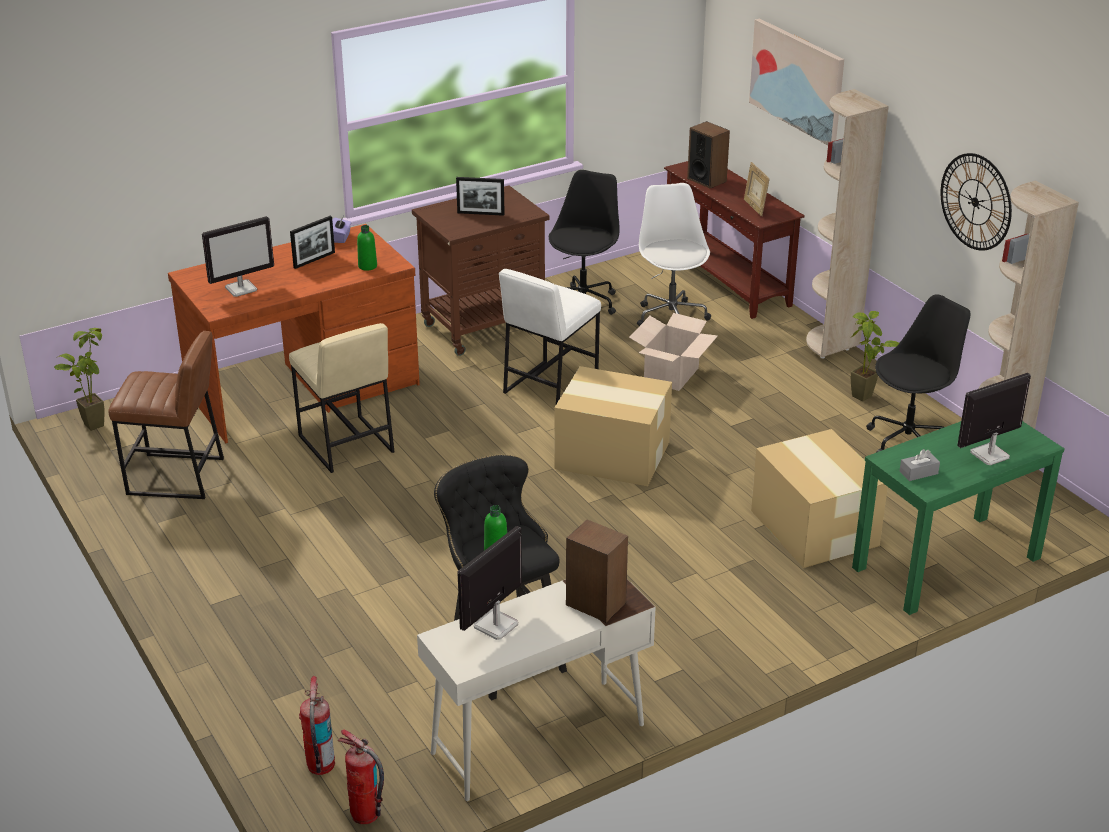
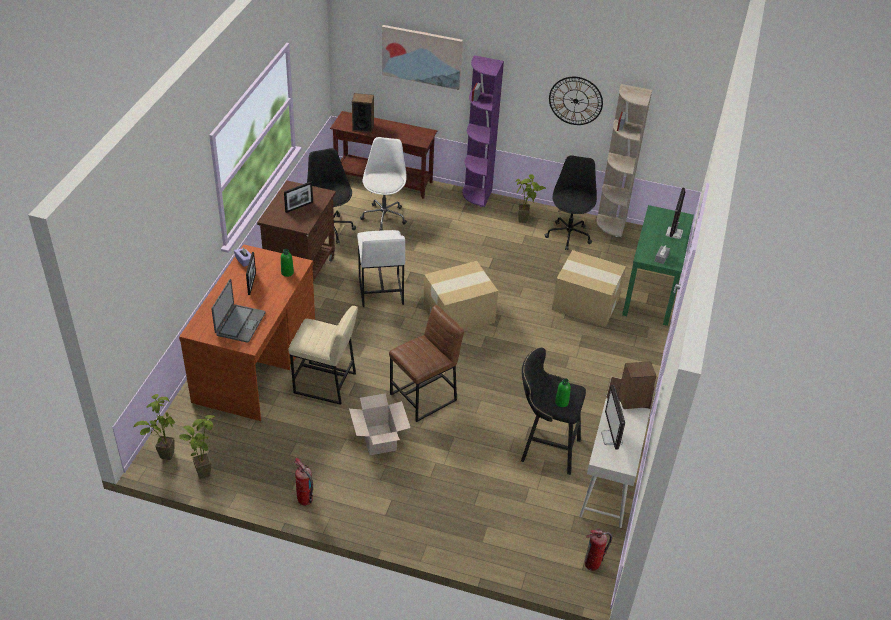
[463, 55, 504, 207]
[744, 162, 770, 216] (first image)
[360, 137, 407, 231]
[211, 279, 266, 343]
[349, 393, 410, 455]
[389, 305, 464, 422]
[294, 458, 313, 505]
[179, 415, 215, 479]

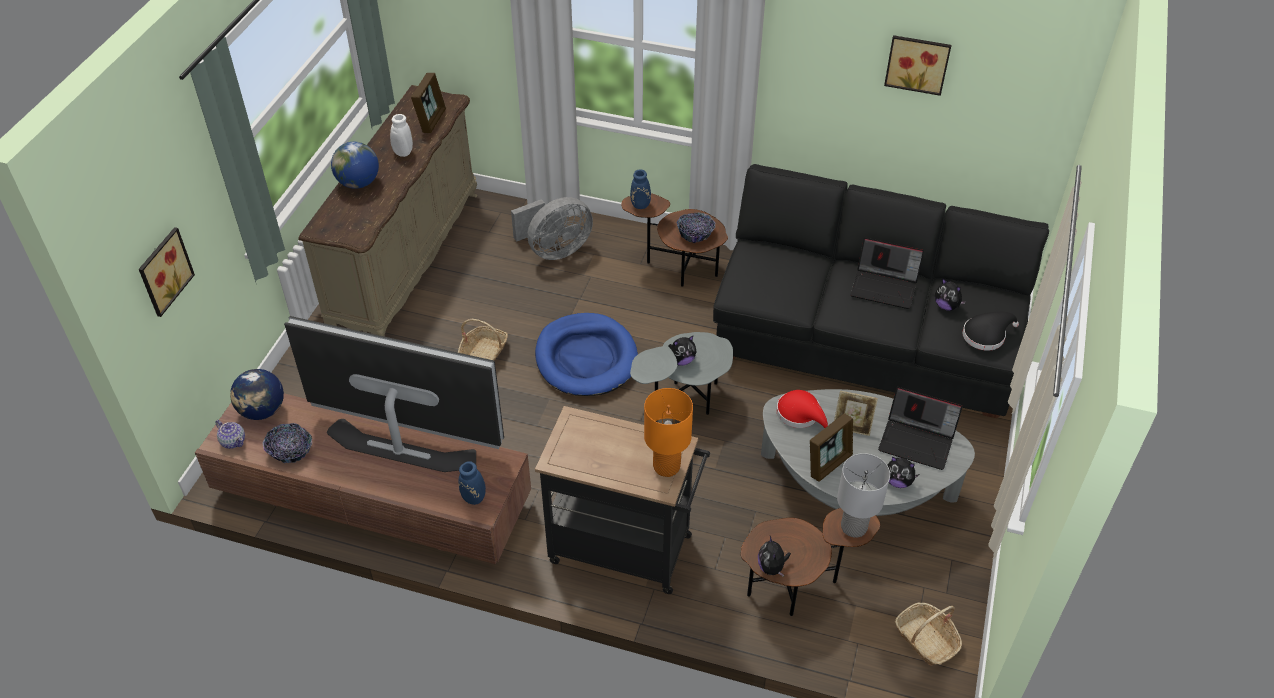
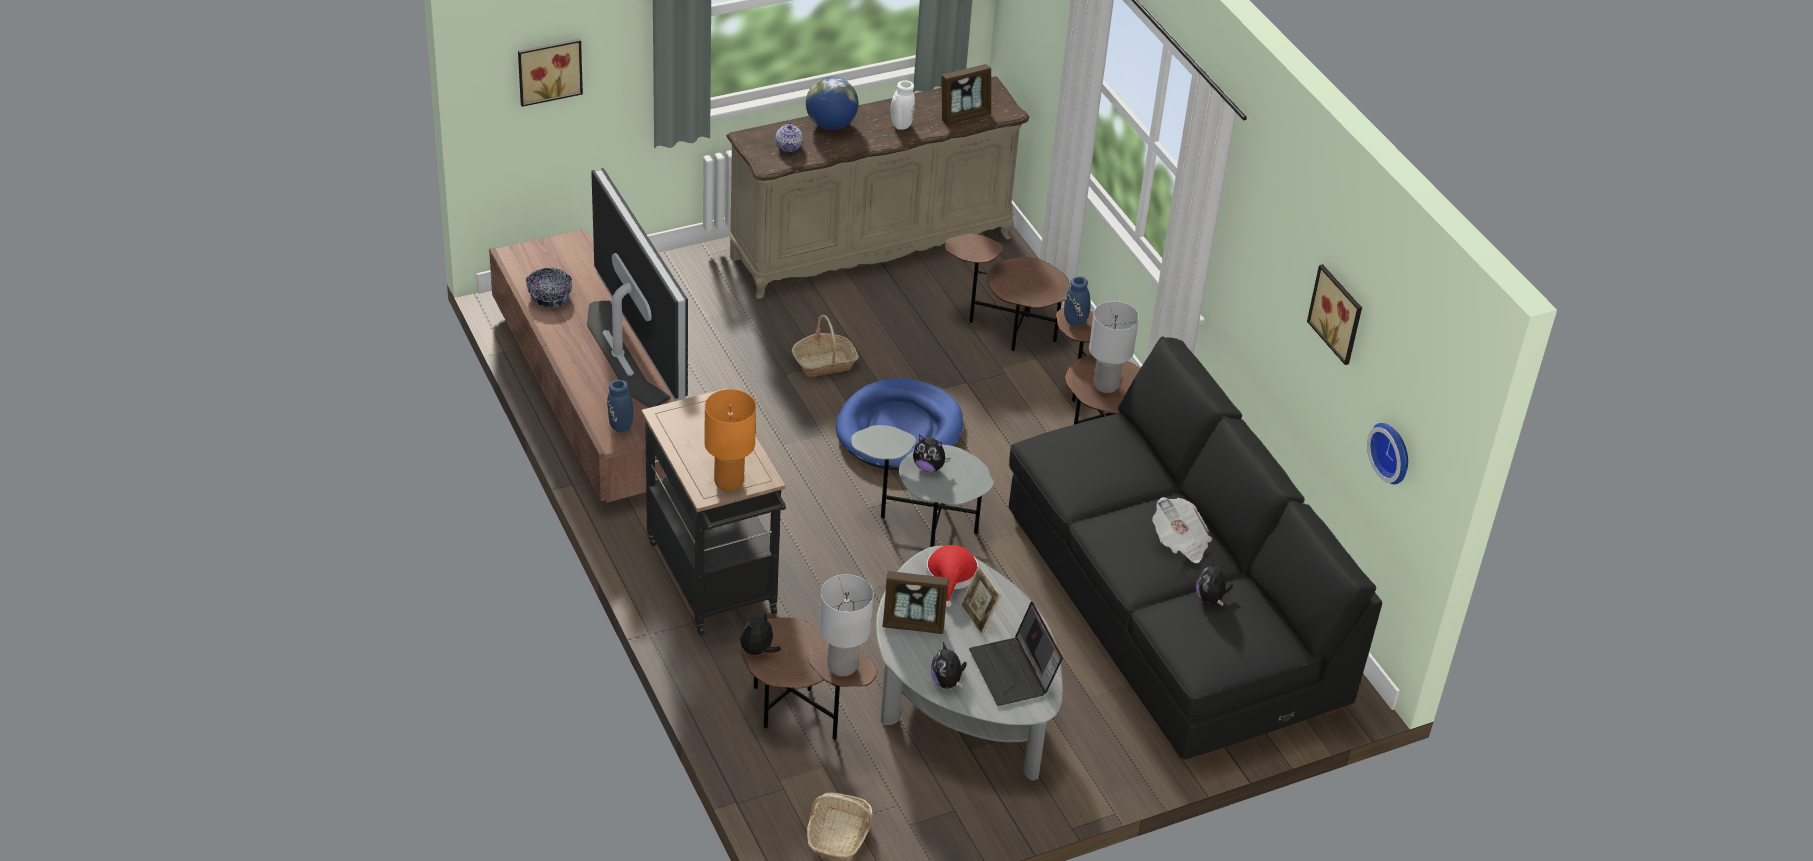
[945, 234, 1070, 351]
[1089, 301, 1139, 393]
[1152, 497, 1212, 563]
[962, 312, 1019, 351] (first image)
[230, 369, 284, 420] (first image)
[776, 119, 803, 152]
[1367, 423, 1408, 484]

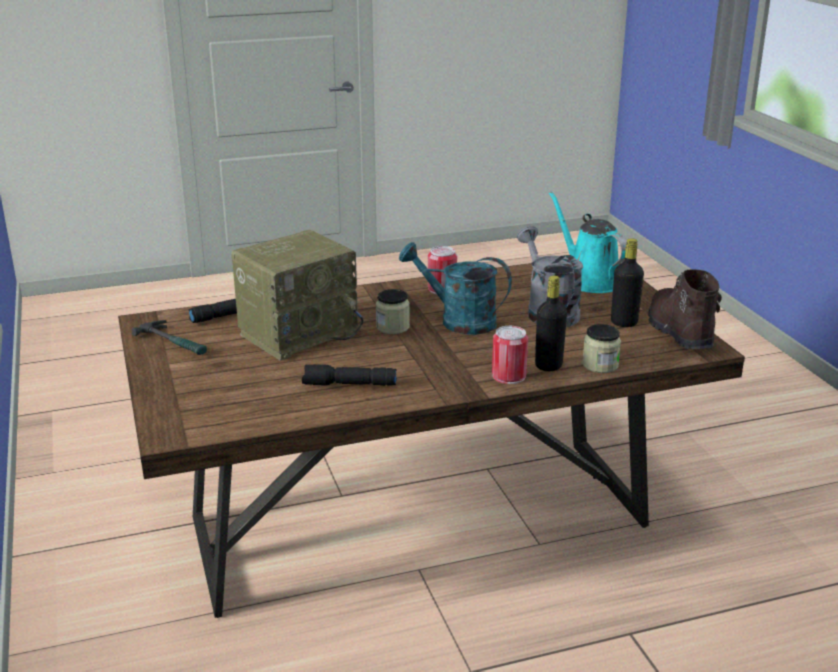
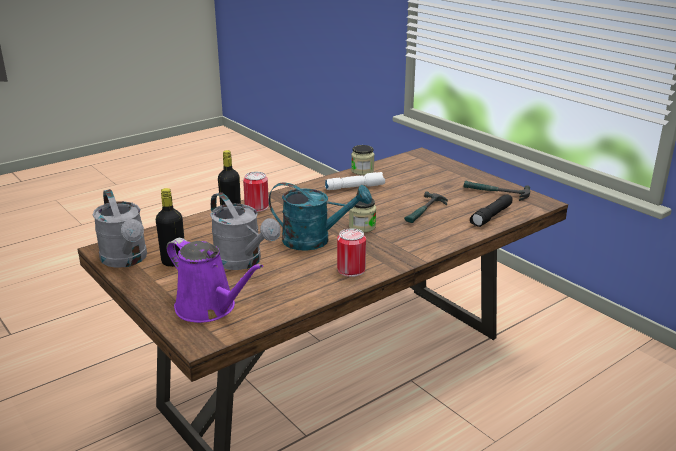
[167, 238, 263, 323]
[404, 191, 448, 223]
[93, 189, 147, 268]
[351, 145, 375, 175]
[325, 172, 385, 190]

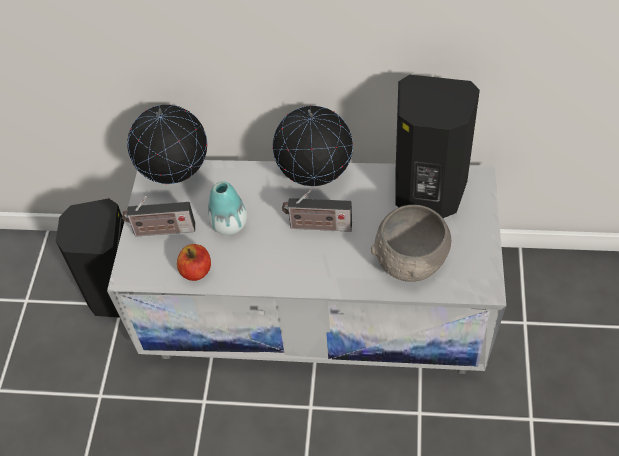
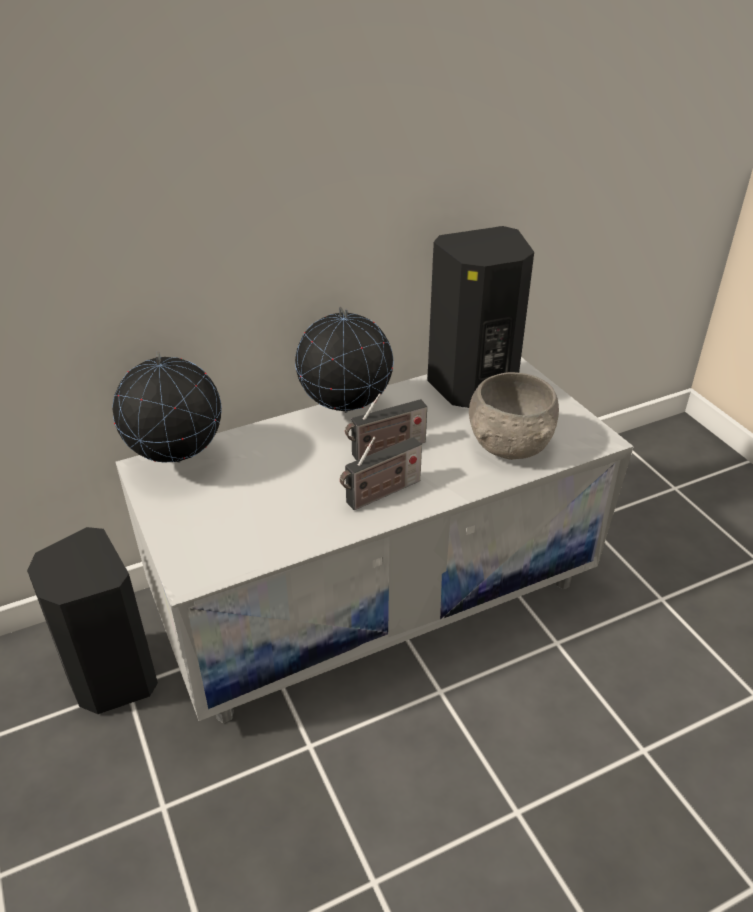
[208, 181, 247, 235] (first image)
[340, 437, 422, 510]
[177, 244, 211, 281] (first image)

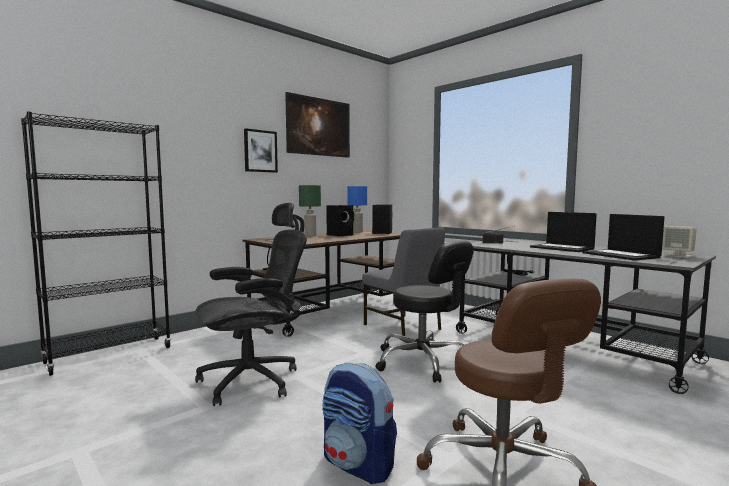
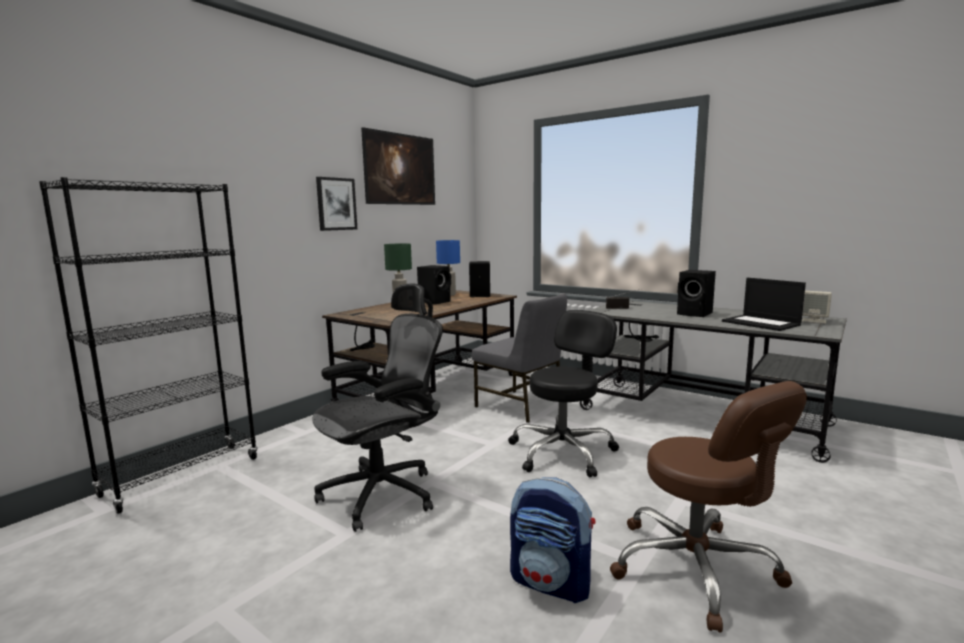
[677, 270, 716, 317]
[508, 310, 619, 477]

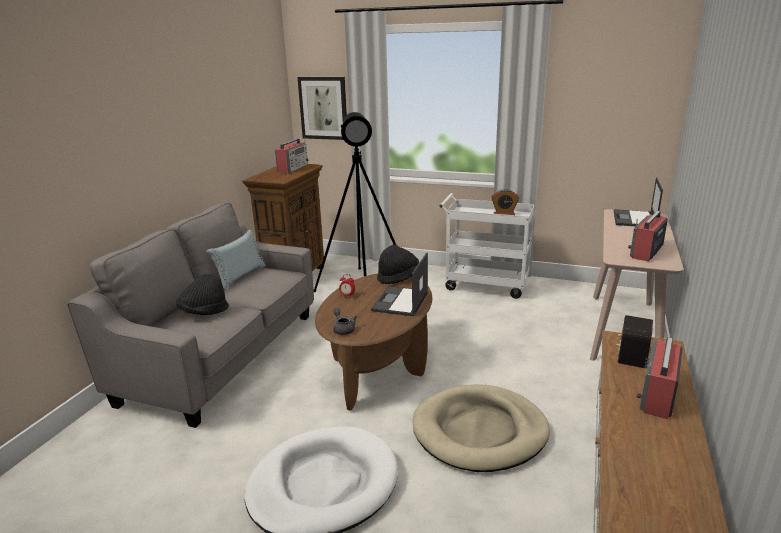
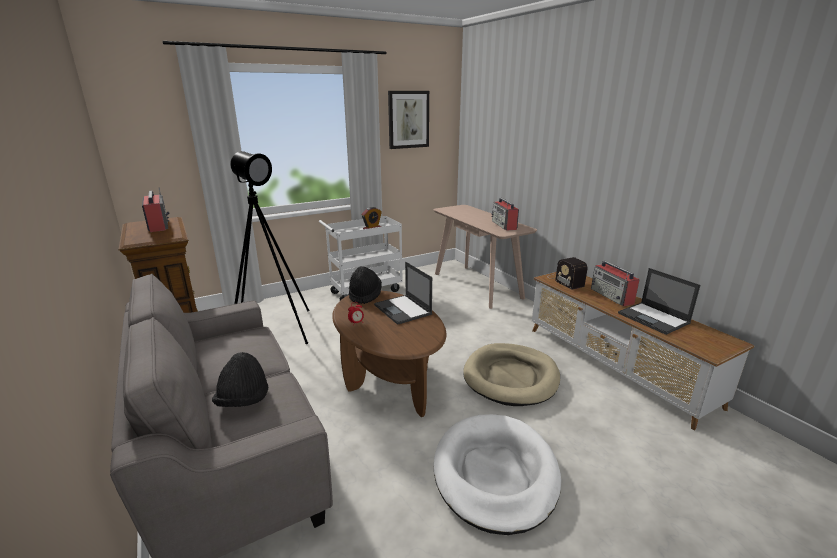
[388, 91, 429, 149]
[618, 268, 700, 335]
[206, 230, 266, 290] (first image)
[333, 308, 357, 335] (first image)

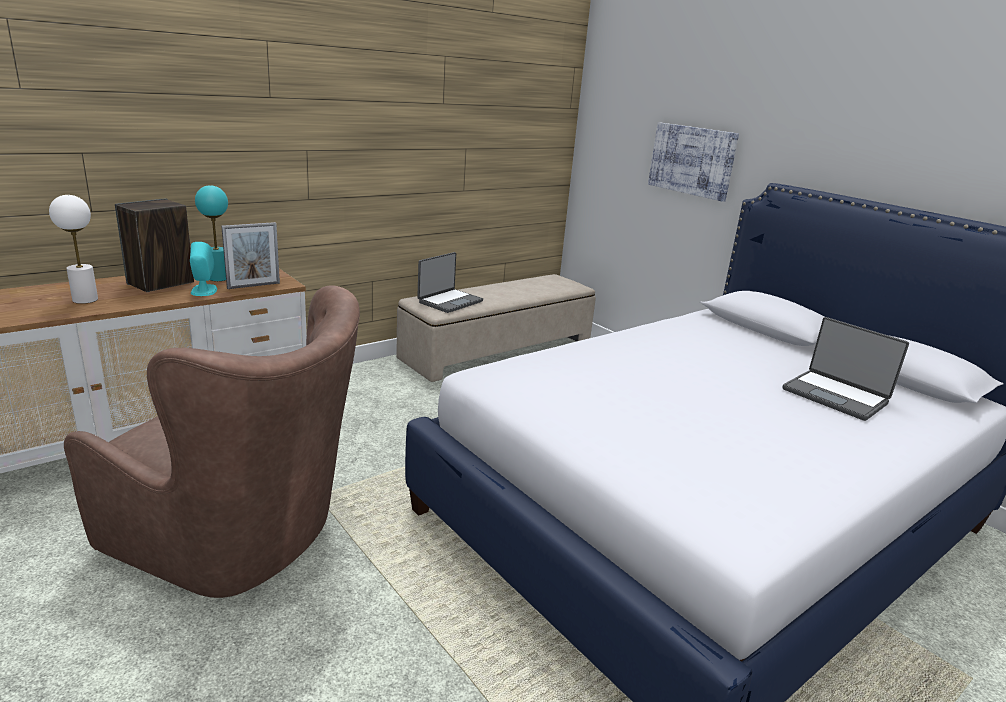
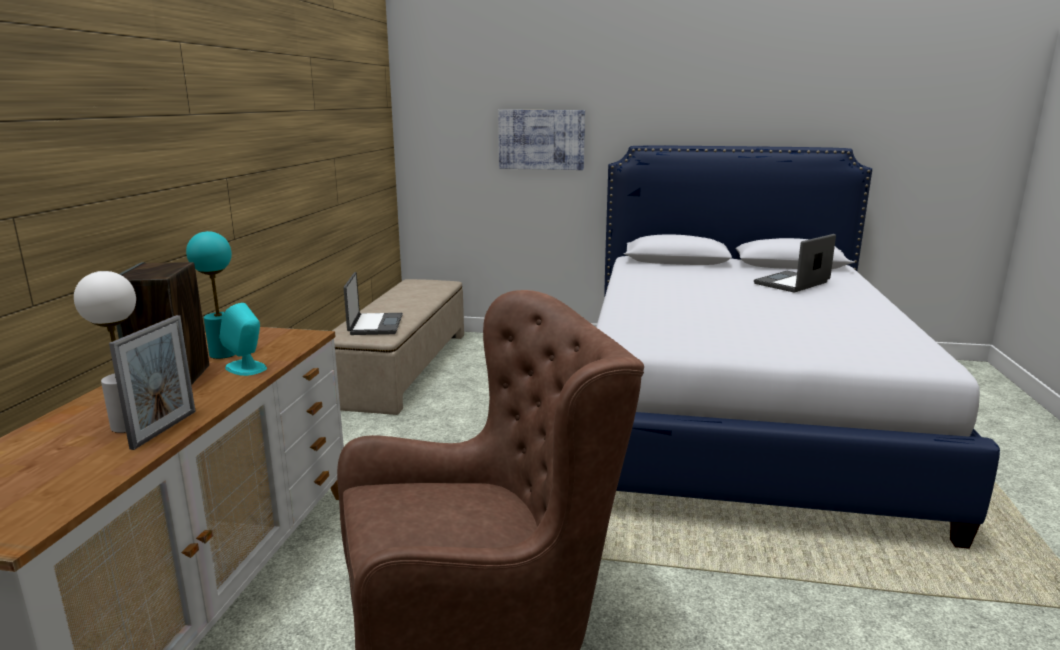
[109, 315, 196, 450]
[754, 234, 836, 292]

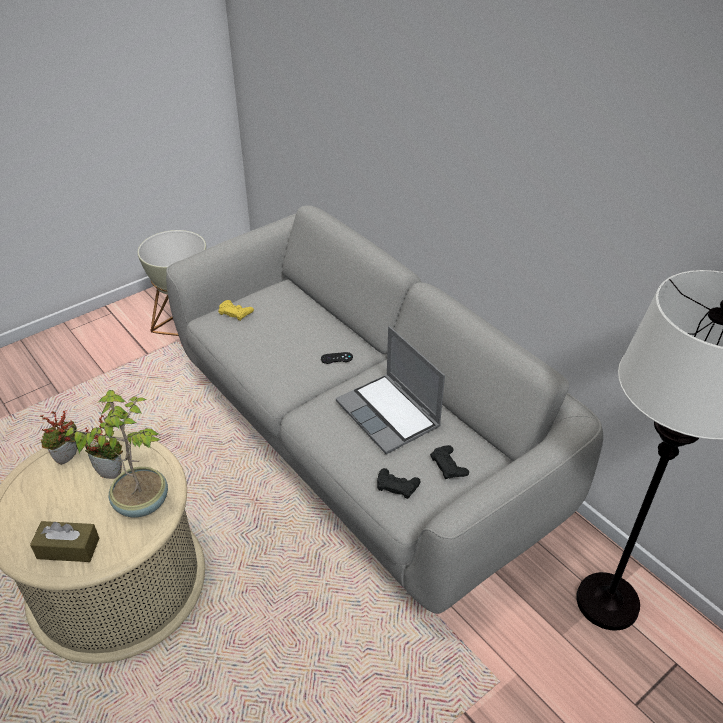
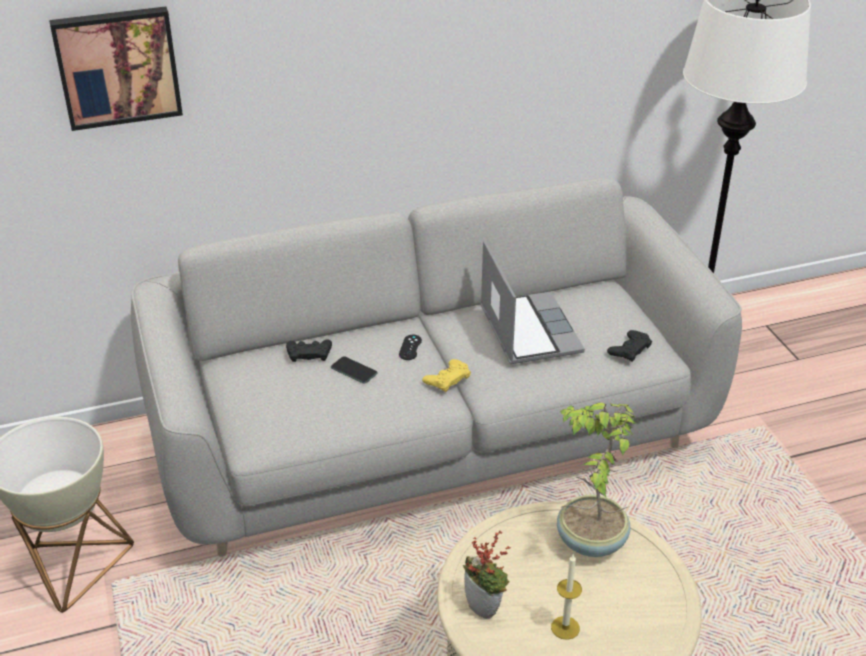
[422, 359, 471, 392]
[481, 240, 585, 365]
[85, 415, 123, 479] (first image)
[286, 339, 332, 362]
[30, 521, 99, 562] (first image)
[49, 7, 183, 131]
[331, 356, 377, 384]
[551, 555, 582, 640]

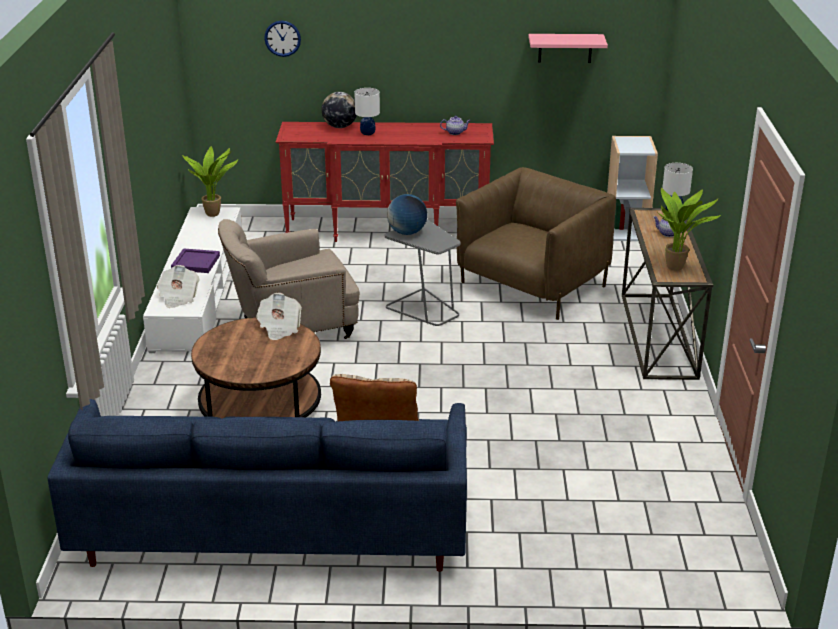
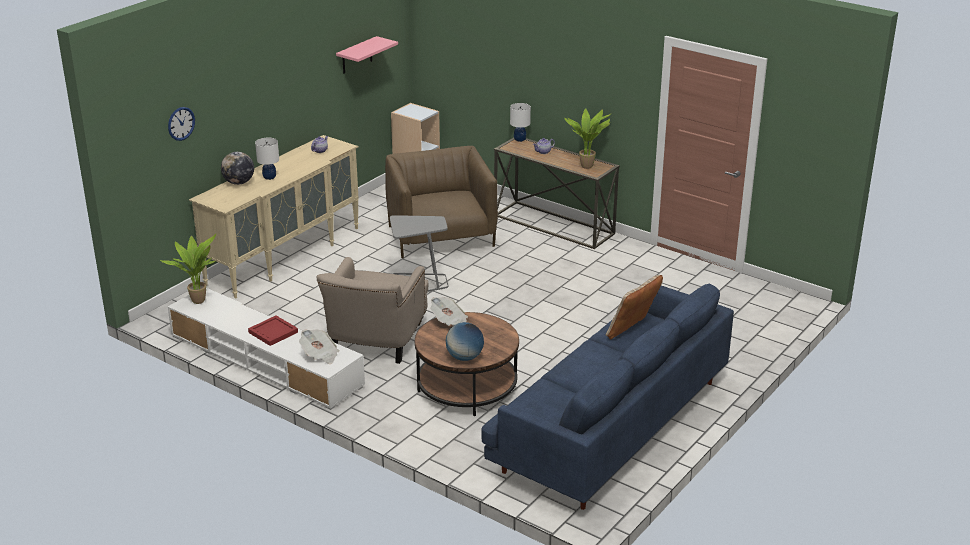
[189, 135, 359, 298]
[446, 322, 484, 361]
[248, 316, 298, 346]

